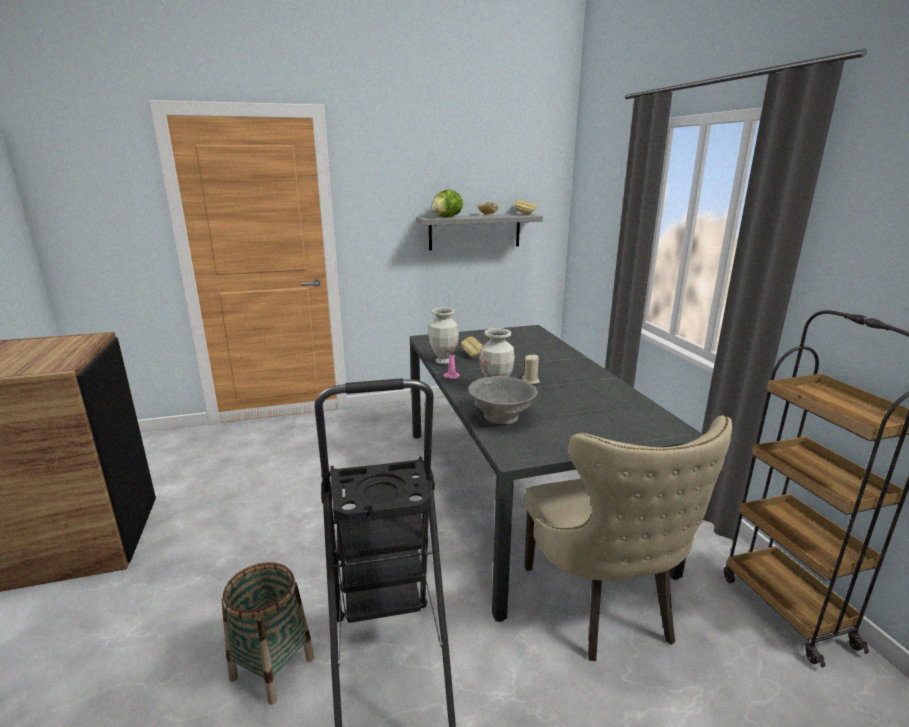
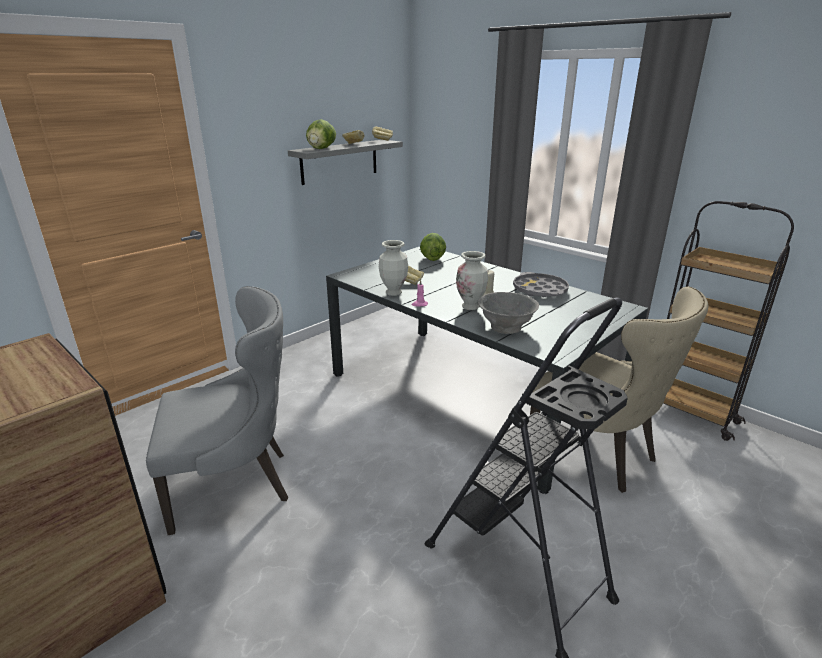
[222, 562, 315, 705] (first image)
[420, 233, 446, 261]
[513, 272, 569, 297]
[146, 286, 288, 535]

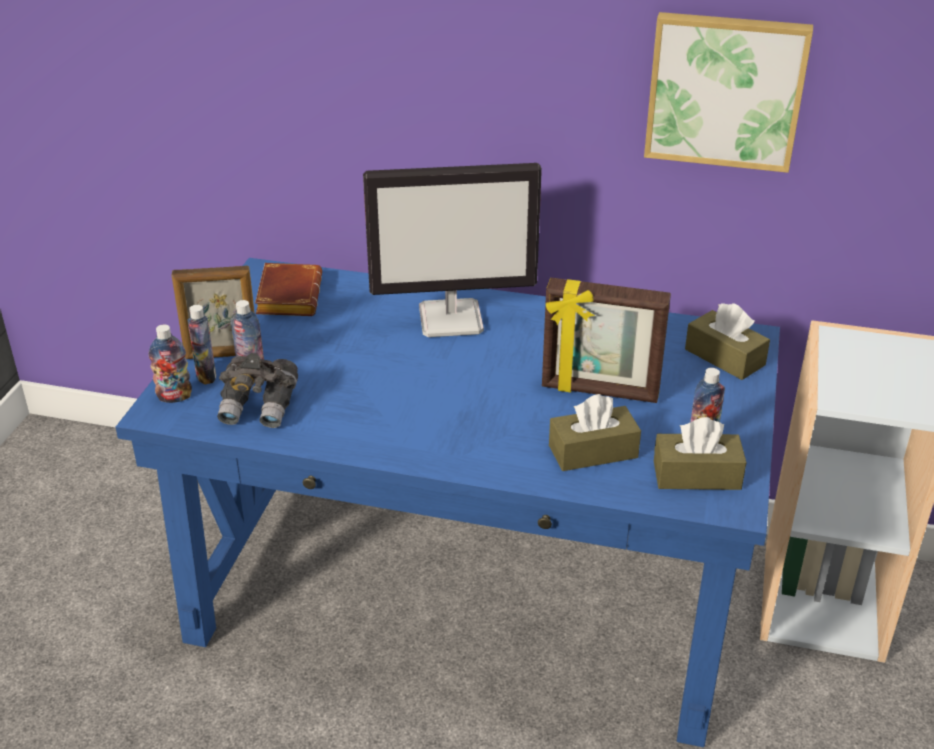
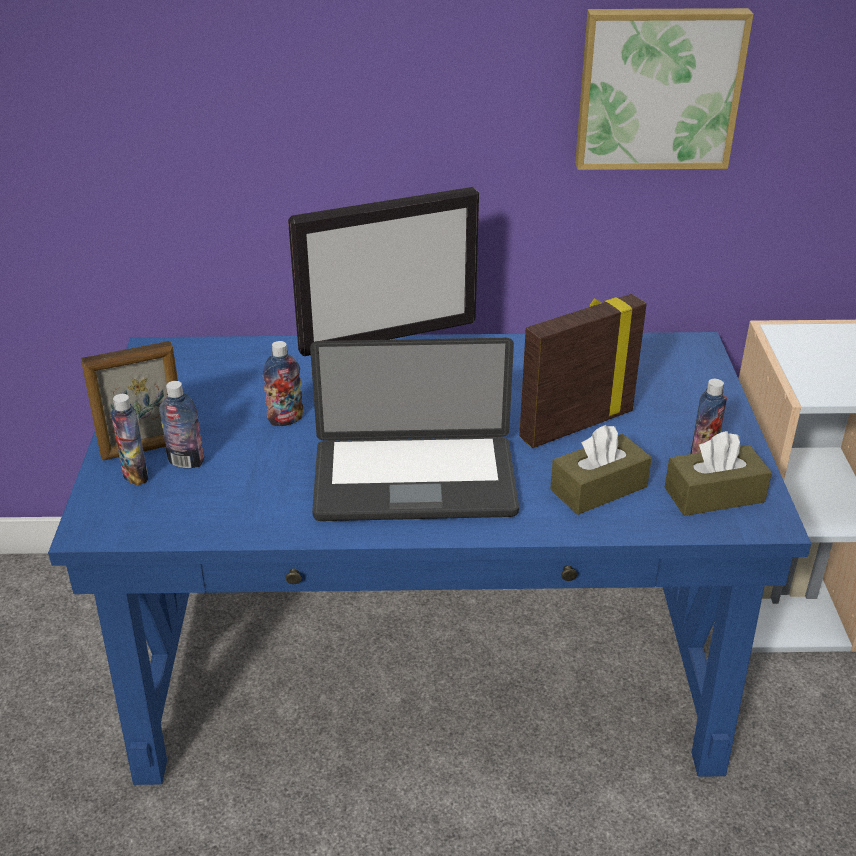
[255, 263, 322, 316] (first image)
[519, 294, 646, 448]
[685, 303, 770, 380] (first image)
[263, 341, 303, 426]
[217, 353, 298, 428] (first image)
[310, 338, 519, 521]

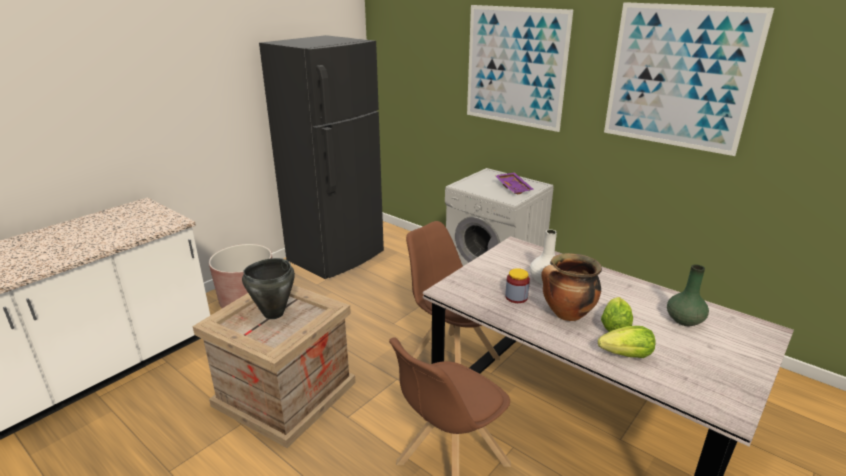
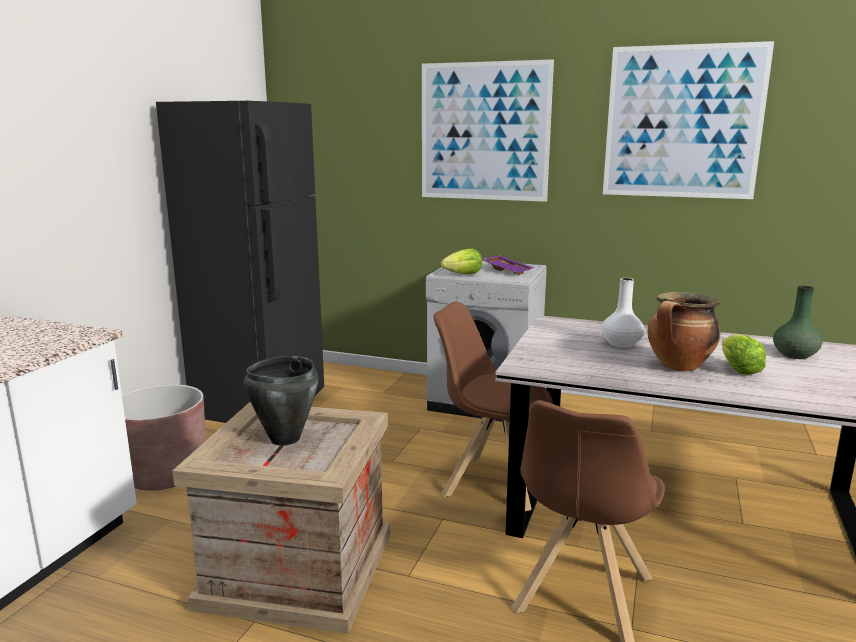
[505, 268, 530, 303] (first image)
[441, 249, 482, 274]

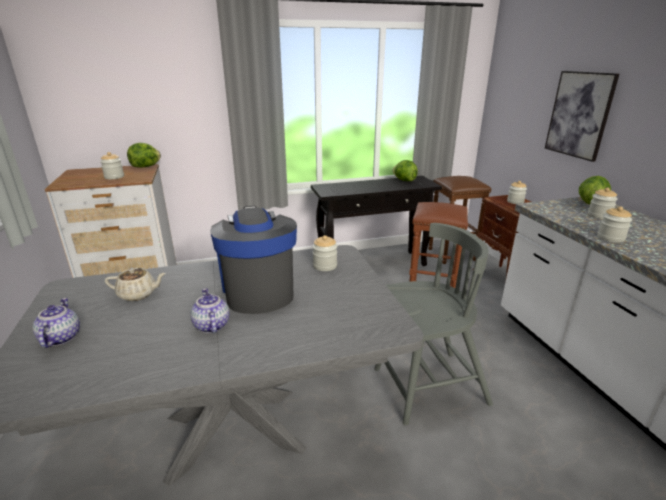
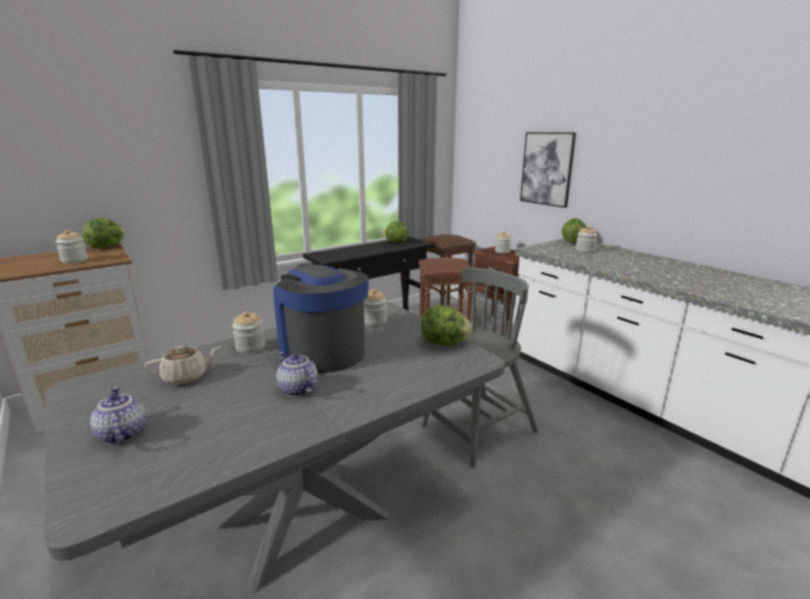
[232, 311, 265, 353]
[421, 305, 472, 345]

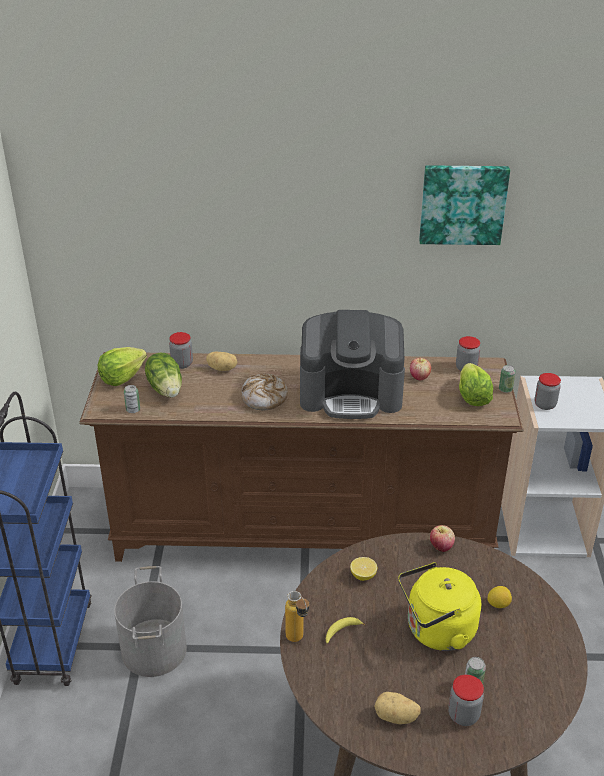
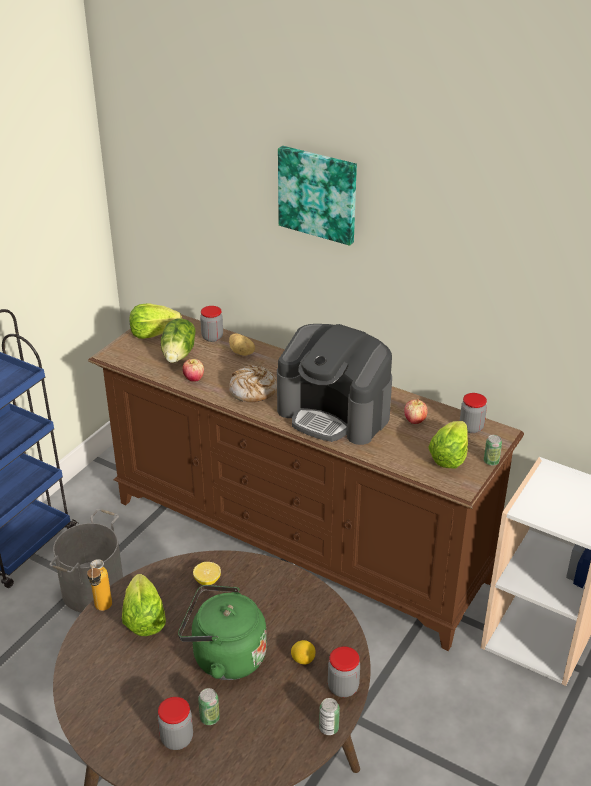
[278, 146, 357, 246]
[328, 646, 360, 697]
[319, 698, 340, 735]
[182, 359, 204, 382]
[178, 585, 267, 680]
[122, 574, 166, 636]
[374, 692, 421, 724] (first image)

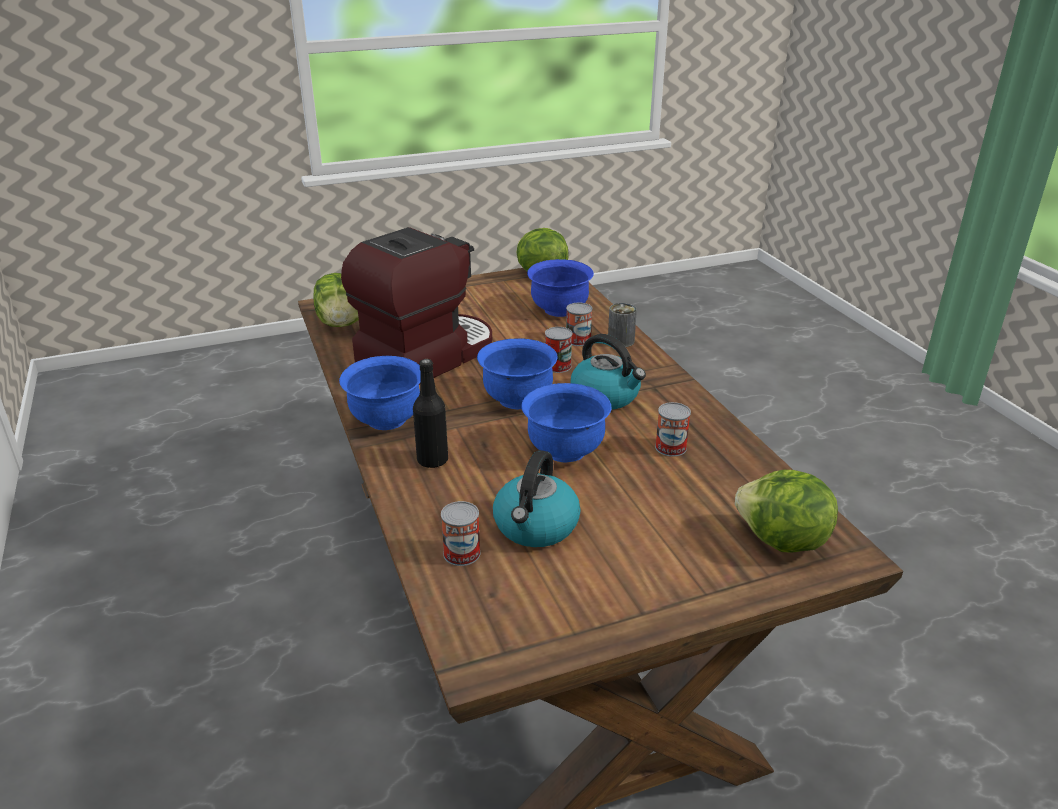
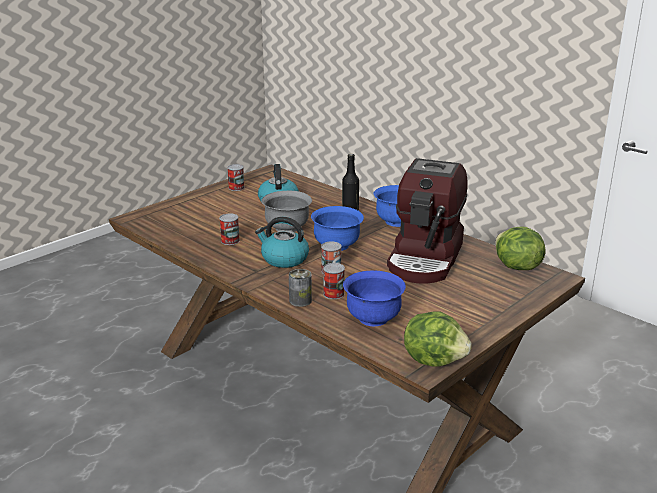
[261, 191, 312, 232]
[735, 470, 838, 553] (first image)
[227, 164, 245, 191]

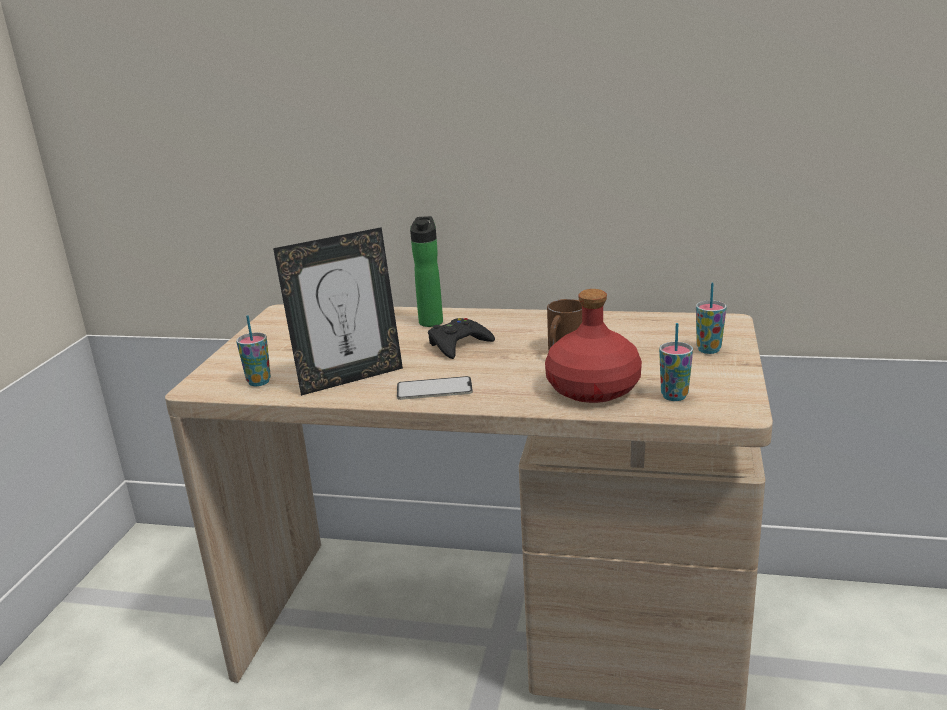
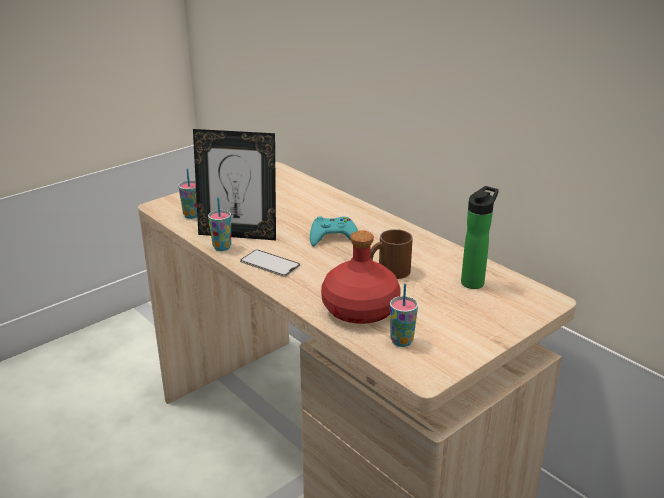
[461, 186, 499, 289]
[208, 198, 231, 251]
[310, 216, 358, 246]

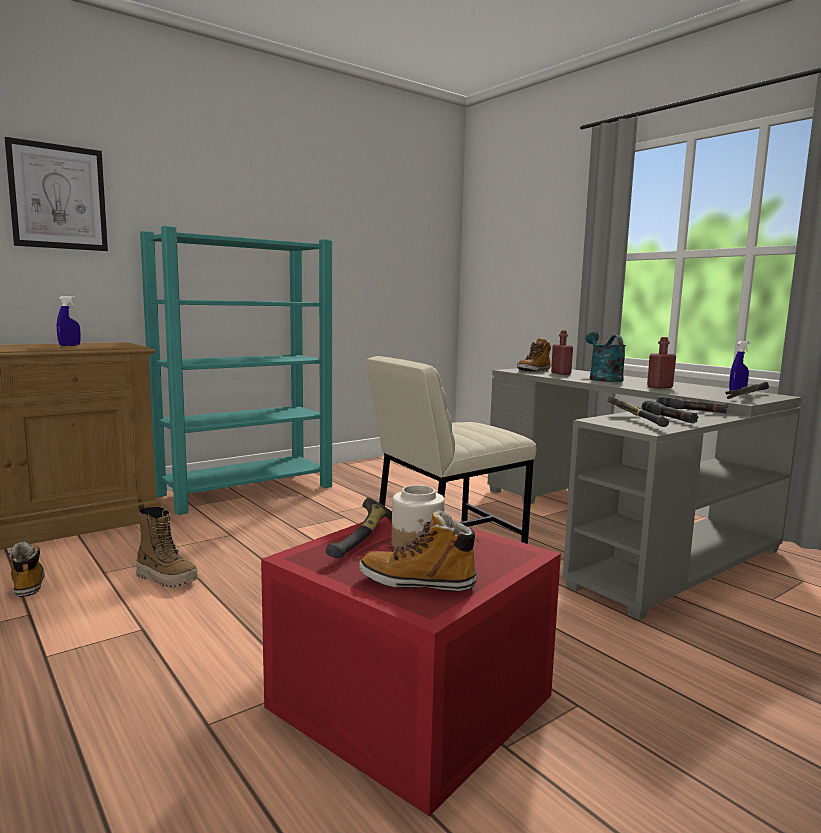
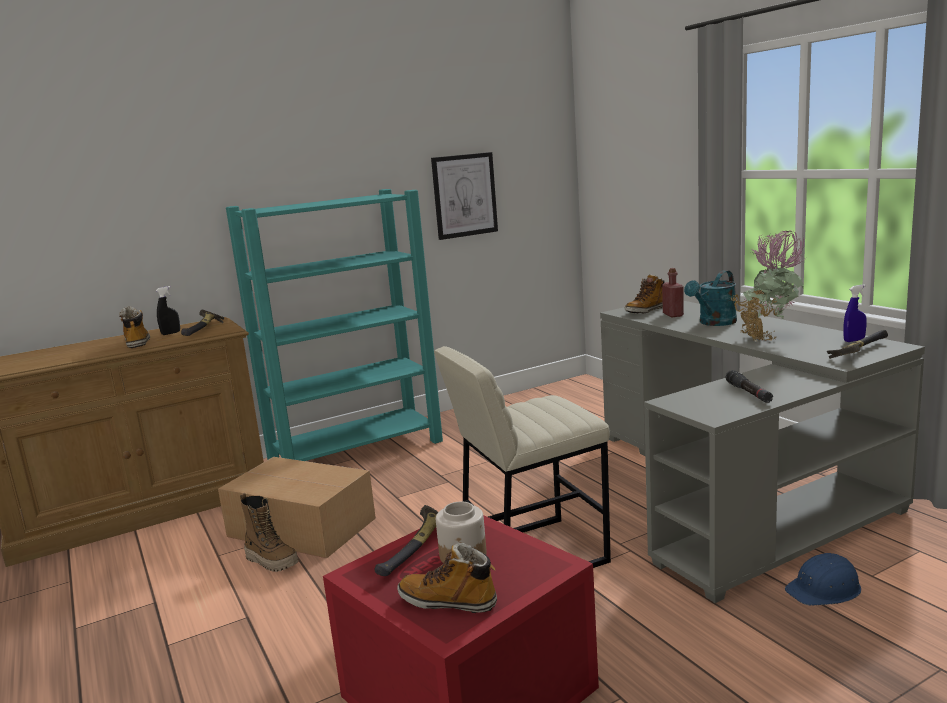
[431, 152, 498, 240]
[156, 286, 180, 335]
[684, 270, 737, 326]
[731, 230, 804, 342]
[181, 310, 224, 336]
[657, 396, 728, 413] (first image)
[119, 306, 150, 348]
[218, 457, 376, 558]
[785, 553, 861, 606]

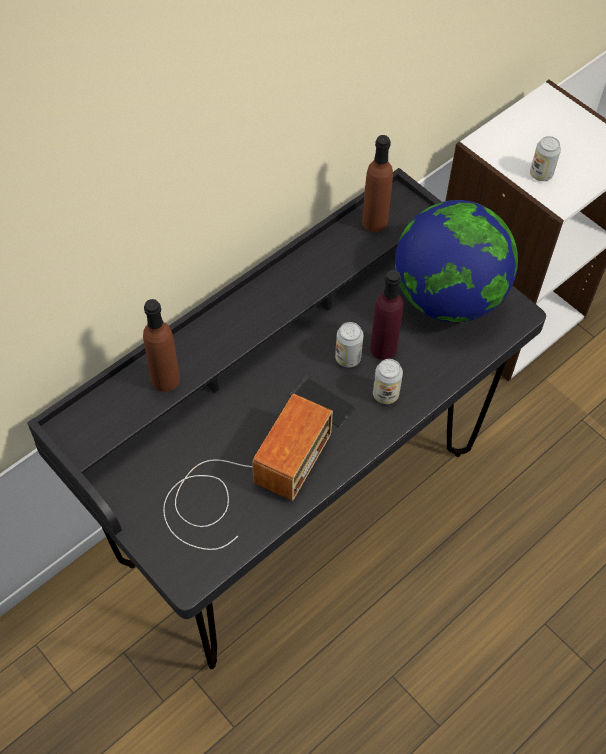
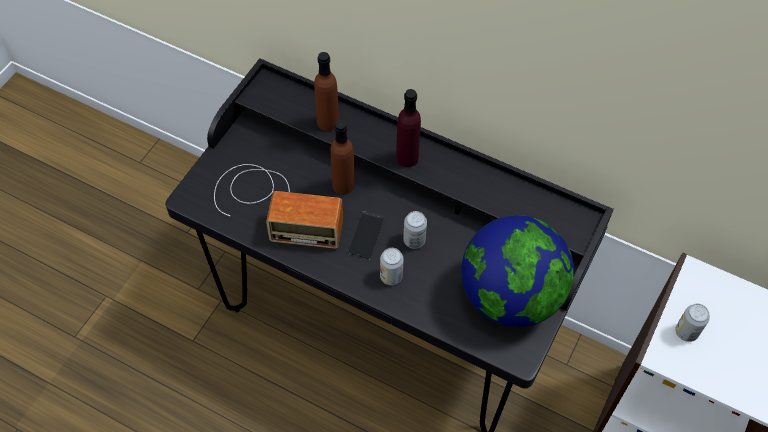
[331, 120, 355, 195]
[396, 89, 421, 167]

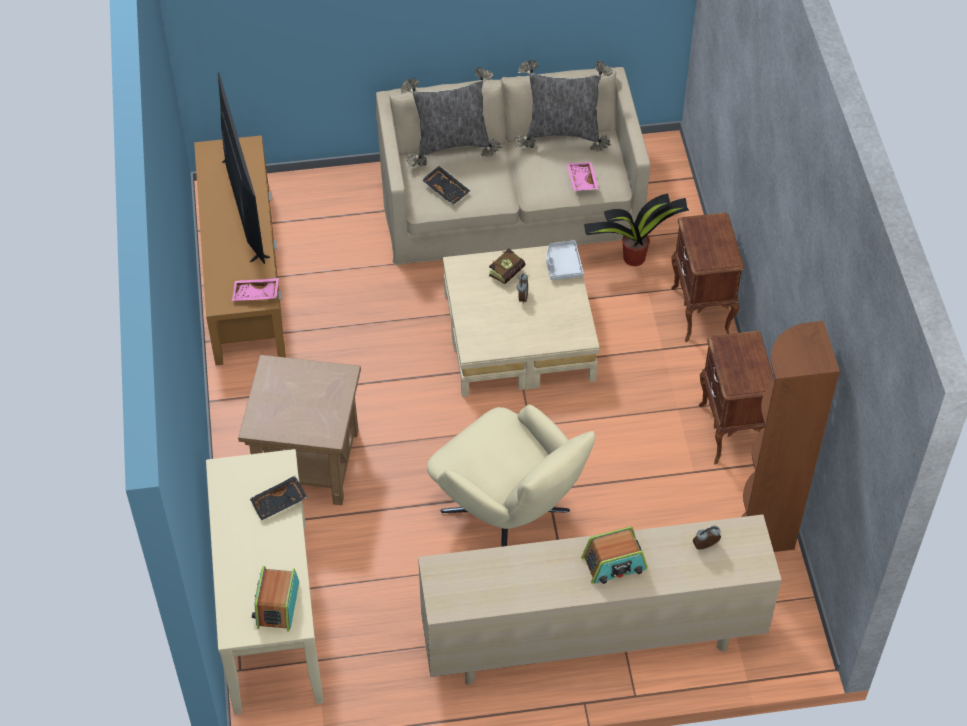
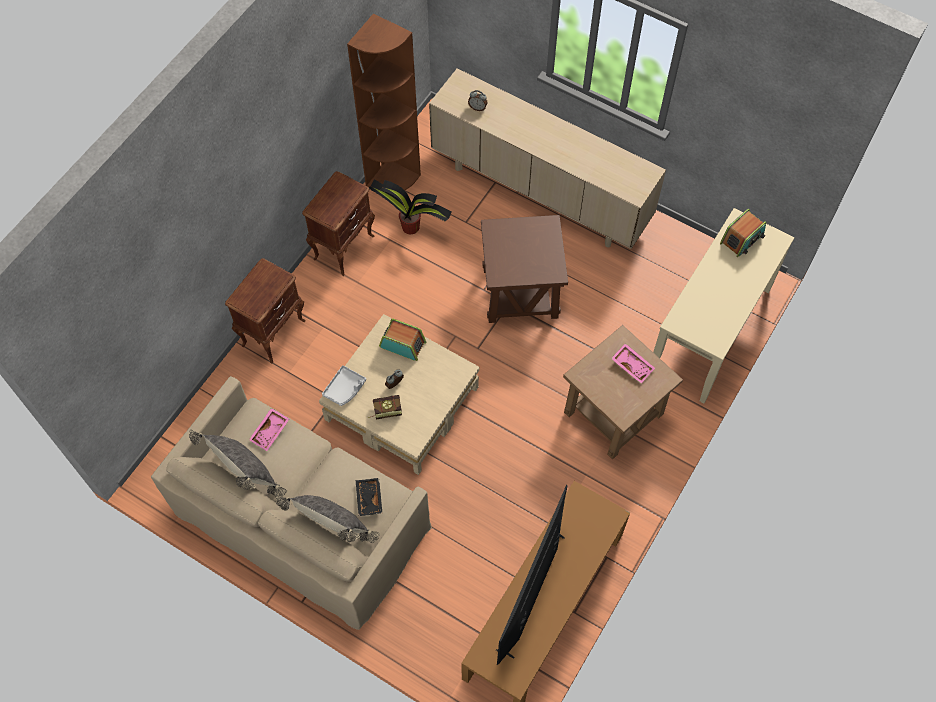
[369, 180, 452, 234]
[611, 343, 655, 383]
[481, 215, 568, 323]
[250, 476, 307, 521] (first image)
[379, 318, 427, 361]

